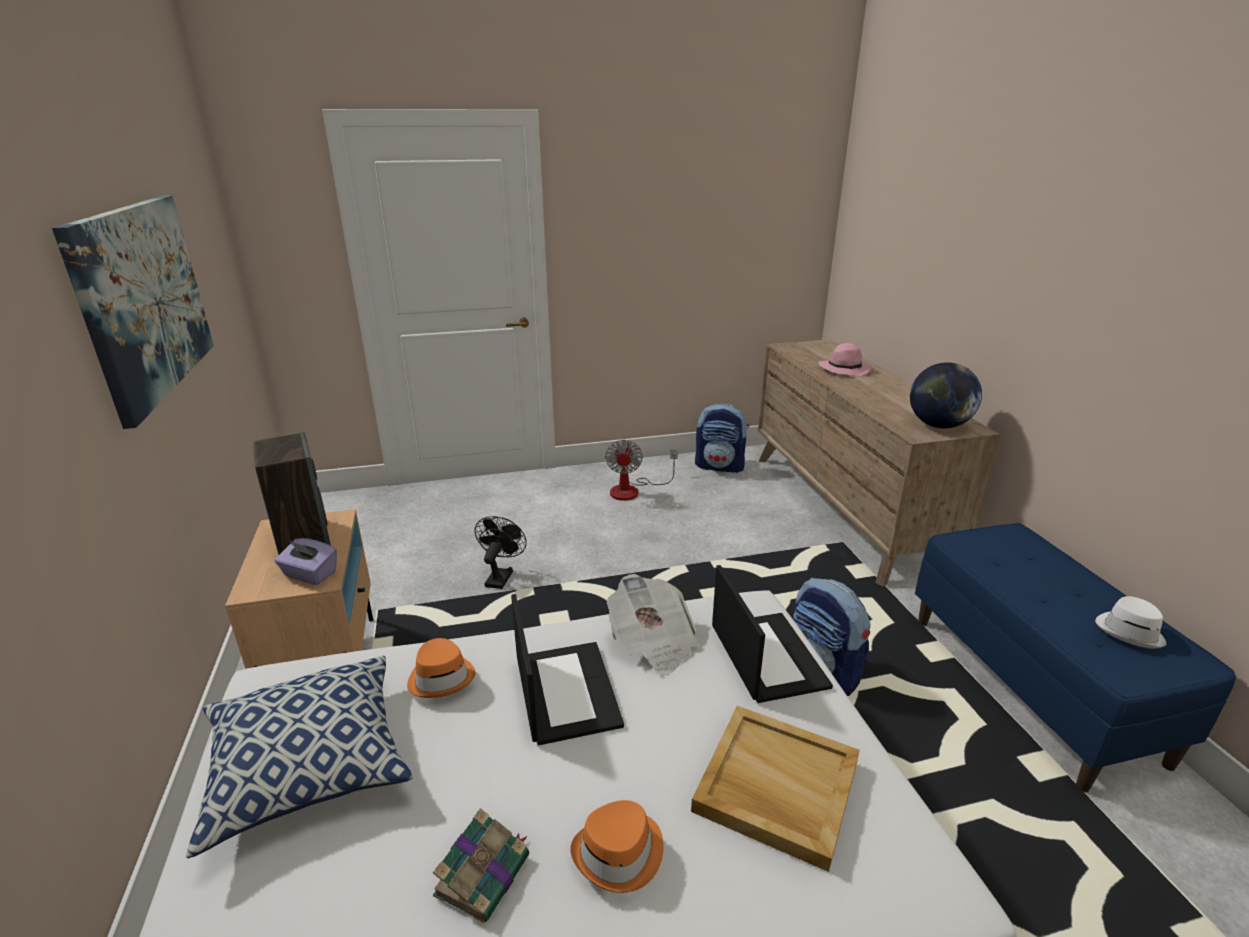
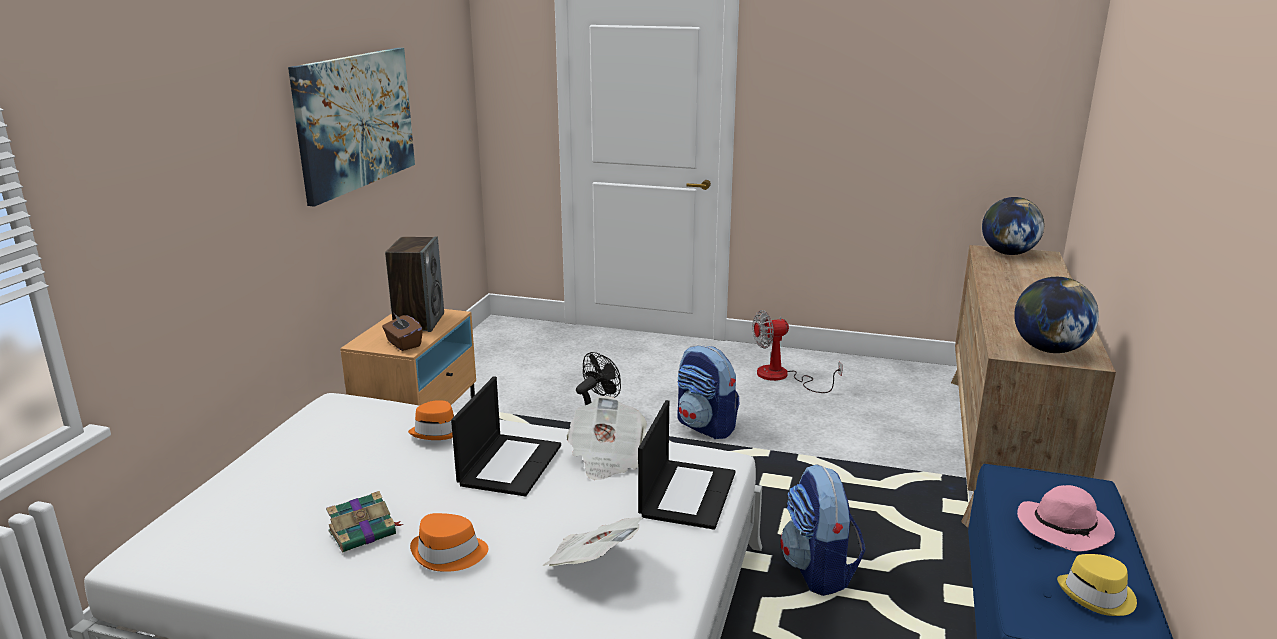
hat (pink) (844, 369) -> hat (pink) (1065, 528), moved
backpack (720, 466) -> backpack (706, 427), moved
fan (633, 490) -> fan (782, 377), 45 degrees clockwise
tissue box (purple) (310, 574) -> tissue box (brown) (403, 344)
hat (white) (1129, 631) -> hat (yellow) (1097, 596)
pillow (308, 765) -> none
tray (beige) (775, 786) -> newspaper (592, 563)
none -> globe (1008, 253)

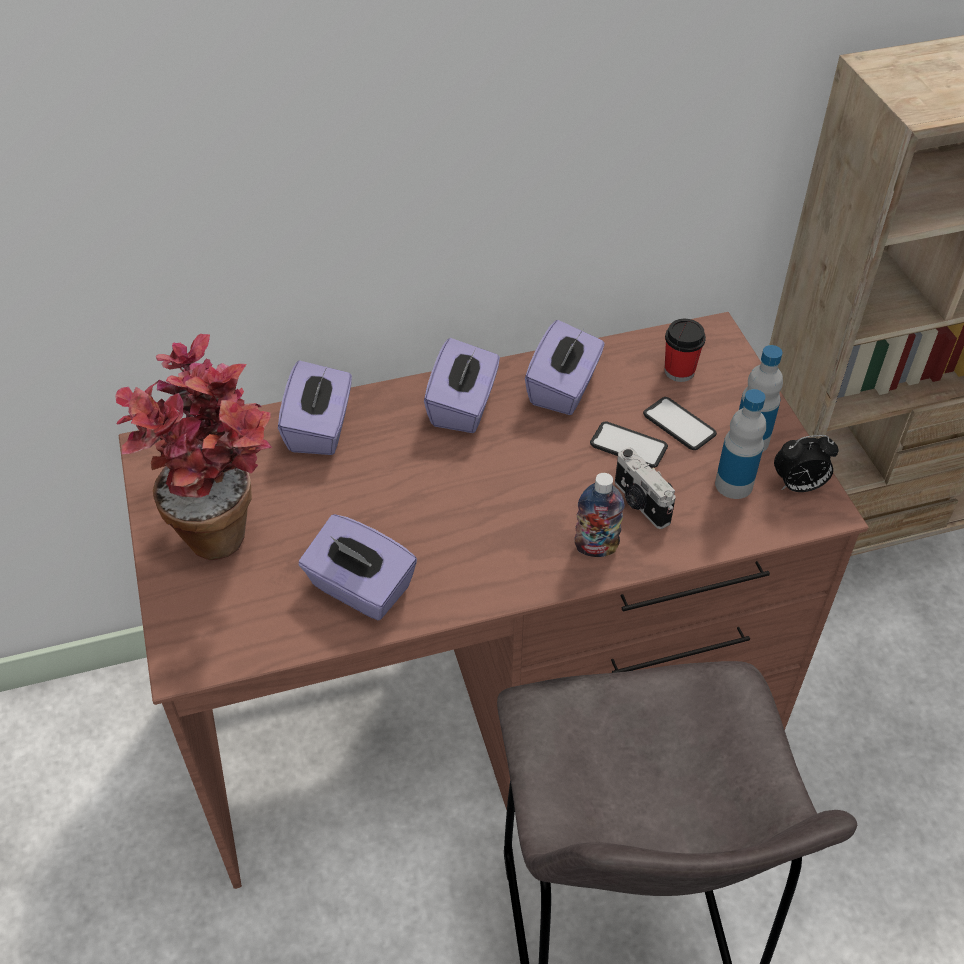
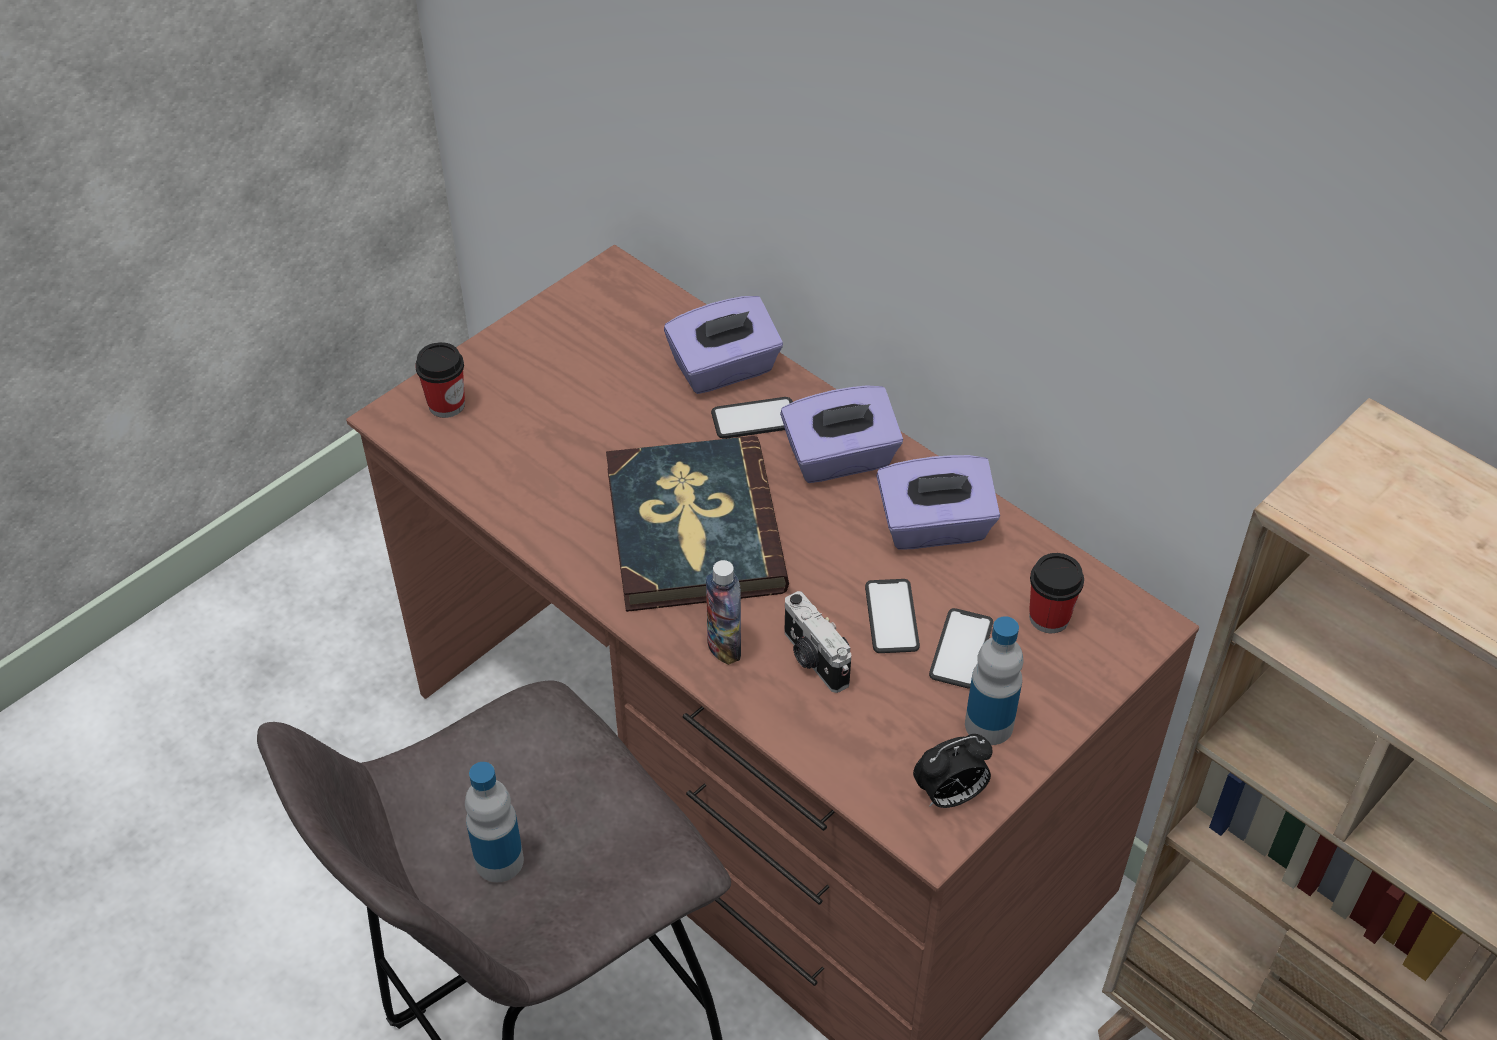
potted plant (222, 522) -> none
bottle (733, 484) -> bottle (499, 861), moved
alarm clock (798, 486) -> alarm clock (950, 796), 75 degrees counterclockwise
photo camera (640, 503) -> photo camera (813, 659), 60 degrees counterclockwise
tissue box (purple) (360, 588) -> none
none -> cup (446, 404)
none -> phone (754, 419)
none -> book (692, 530)

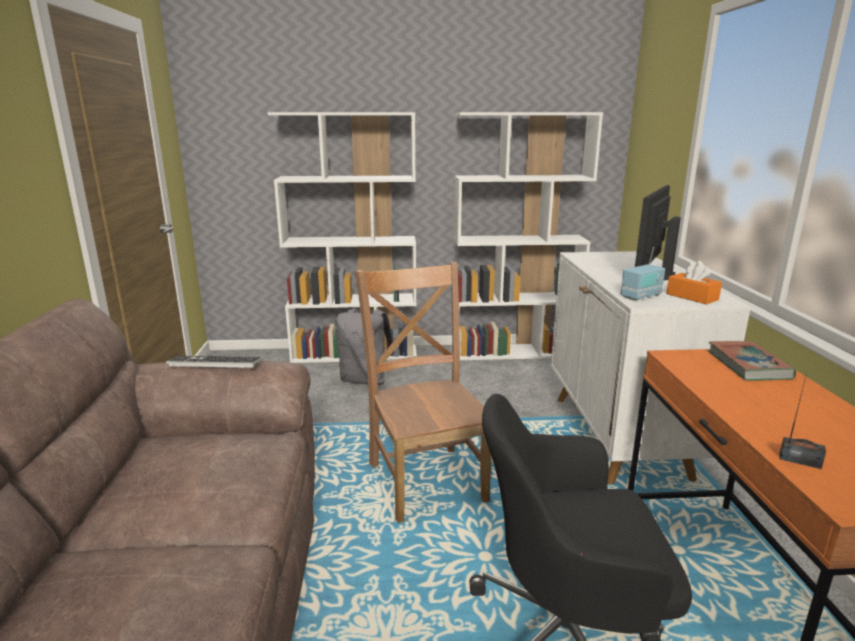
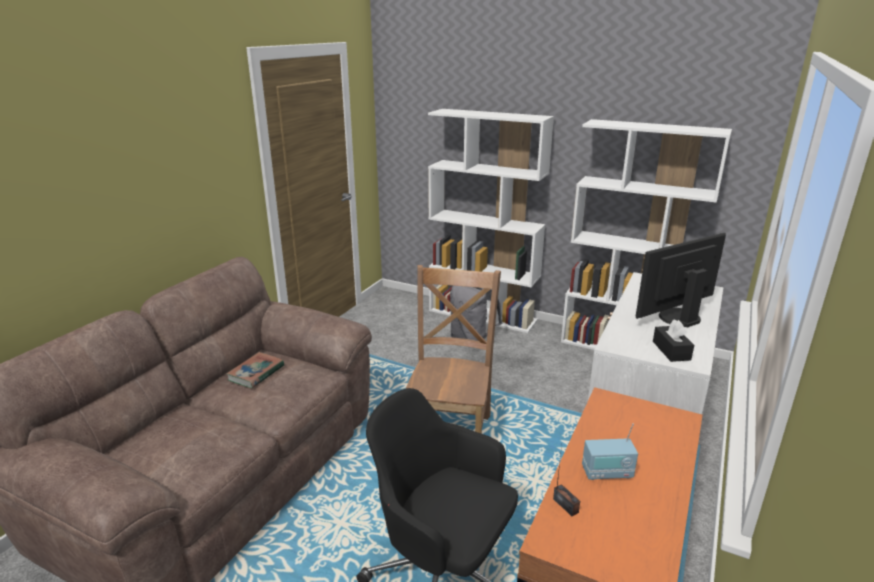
radio (641, 296) -> radio (607, 473), moved
tissue box (orange) (692, 297) -> tissue box (black) (671, 350)
book (748, 365) -> book (256, 373), moved
keyboard (215, 363) -> none

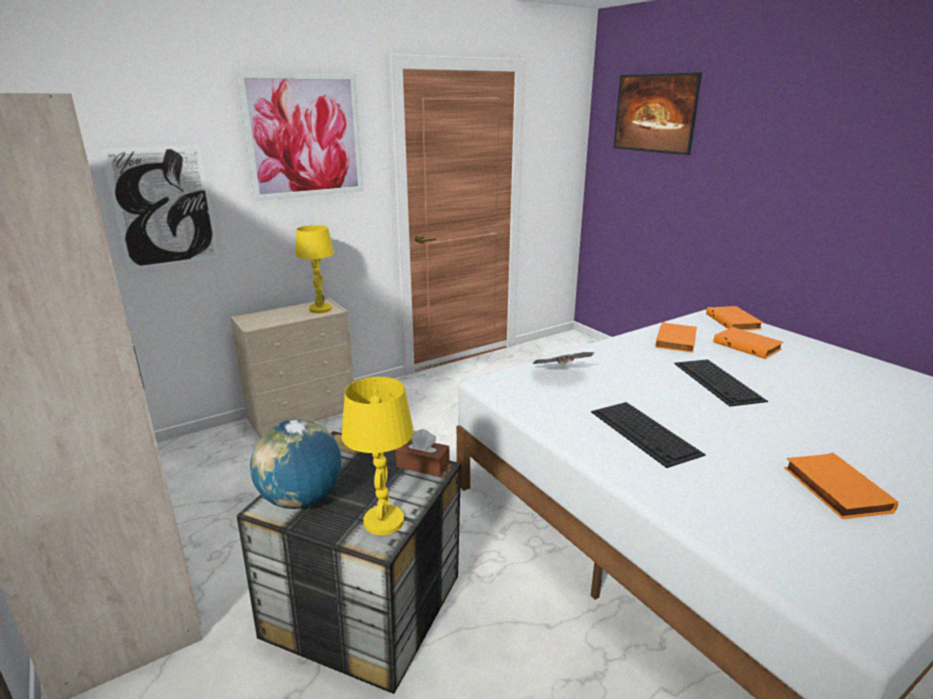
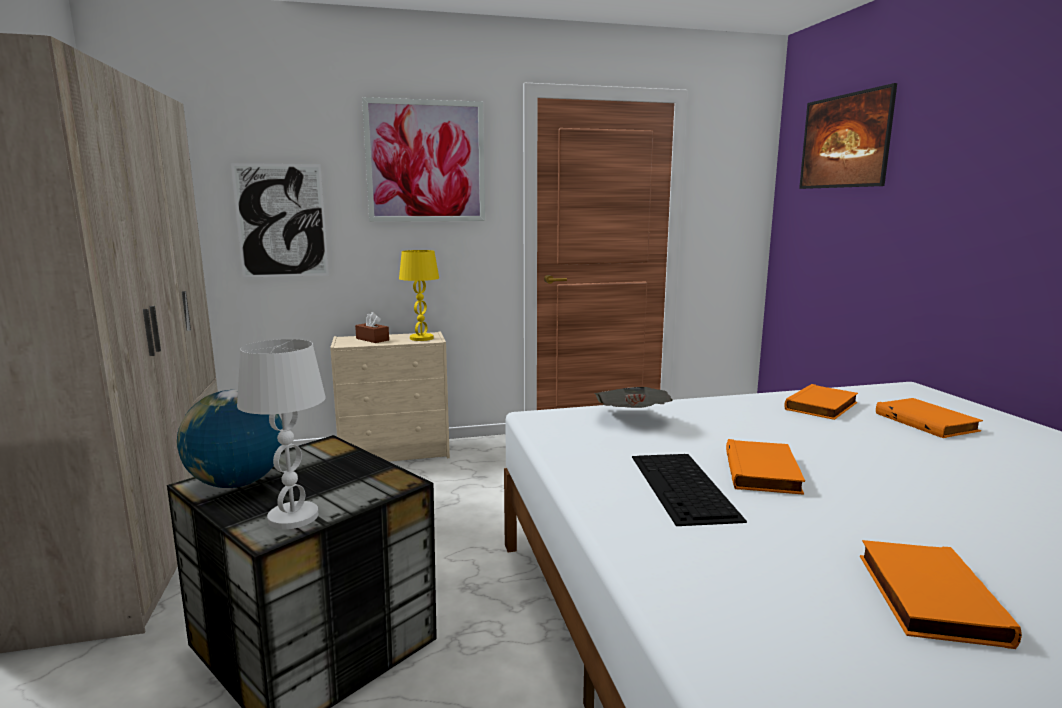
book (orange) (734, 321) -> book (orange) (764, 472), moved
keyboard (718, 382) -> none
table lamp (yellow) (384, 521) -> table lamp (white) (293, 517)
tissue box (brown) (423, 465) -> tissue box (brown) (372, 339), moved

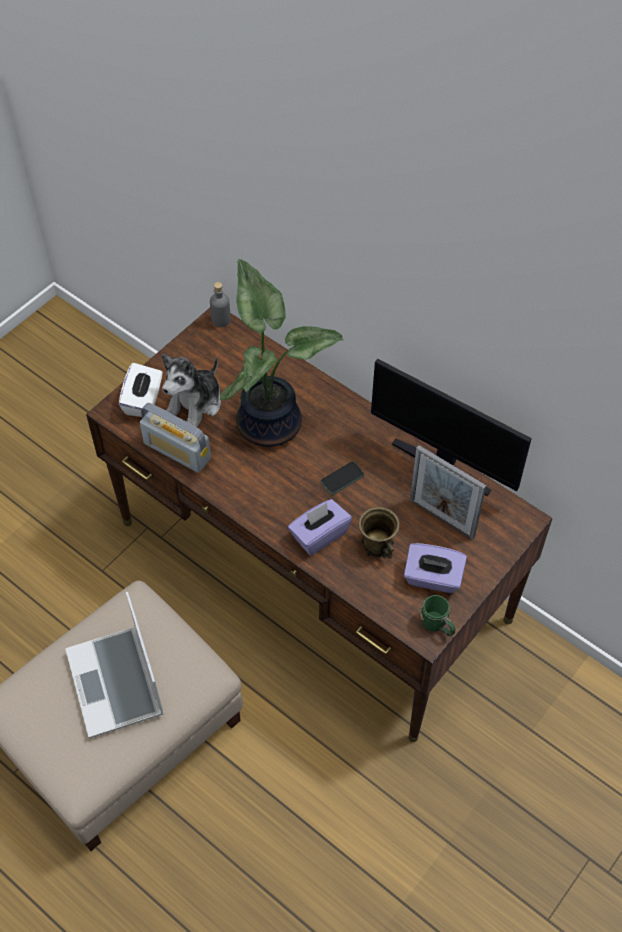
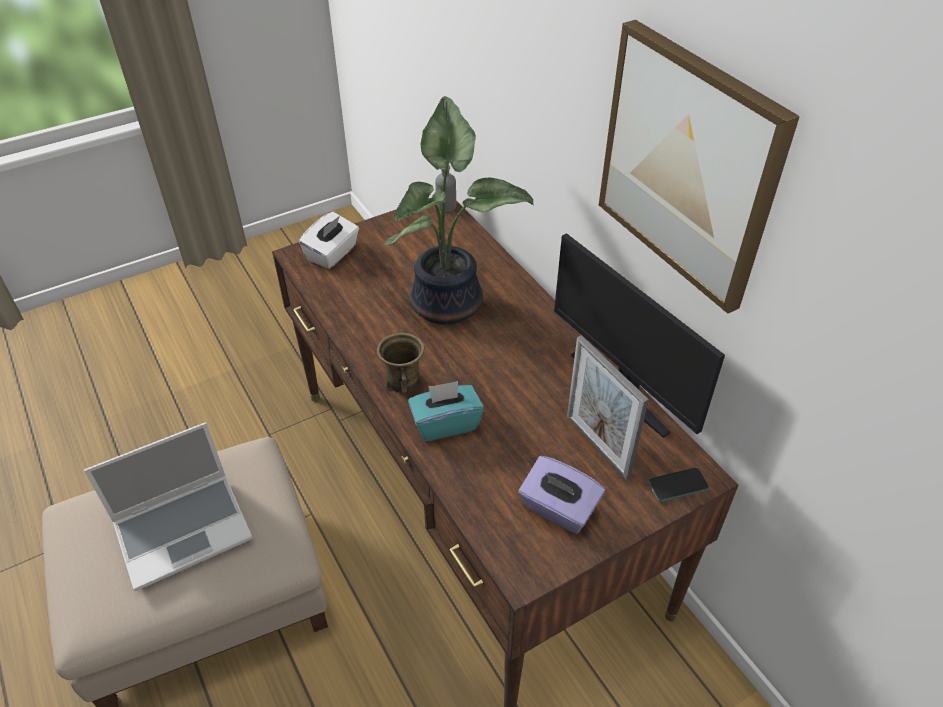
plush toy (195, 404) -> none
radio (177, 451) -> none
phone (342, 478) -> phone (678, 485), moved
tissue box (purple) (319, 535) -> tissue box (turquoise) (445, 423)
mug (brown) (377, 545) -> mug (brown) (404, 381), moved
laptop (117, 683) -> laptop (184, 529), 120 degrees counterclockwise
mug (green) (437, 626) -> none
none -> picture (688, 165)

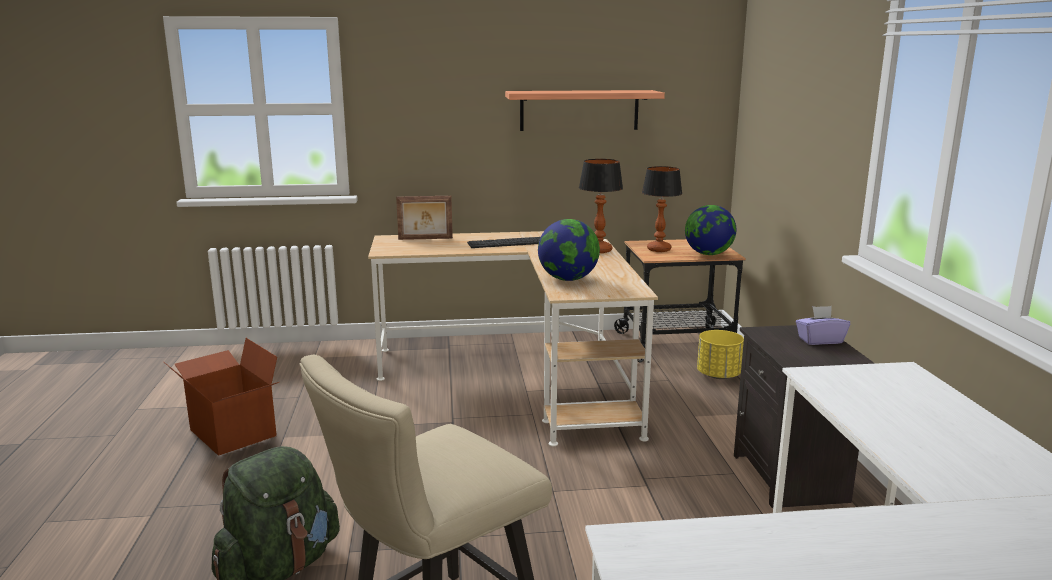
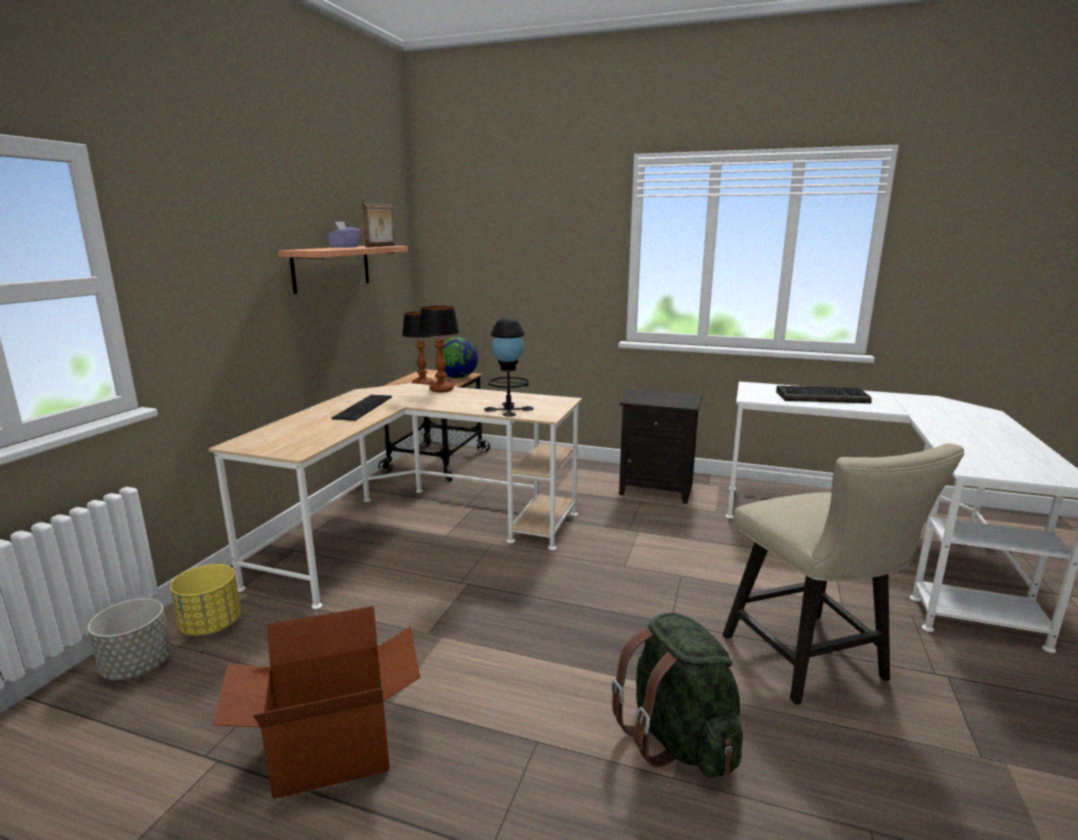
picture frame (425, 239) -> picture frame (381, 246), moved
globe (568, 279) -> table lamp (black) (508, 409)
tissue box (purple) (820, 340) -> tissue box (purple) (344, 247), moved
planter (yellow) (718, 375) -> planter (yellow) (211, 626), moved
none -> keyboard (822, 397)
none -> planter (grey) (137, 667)

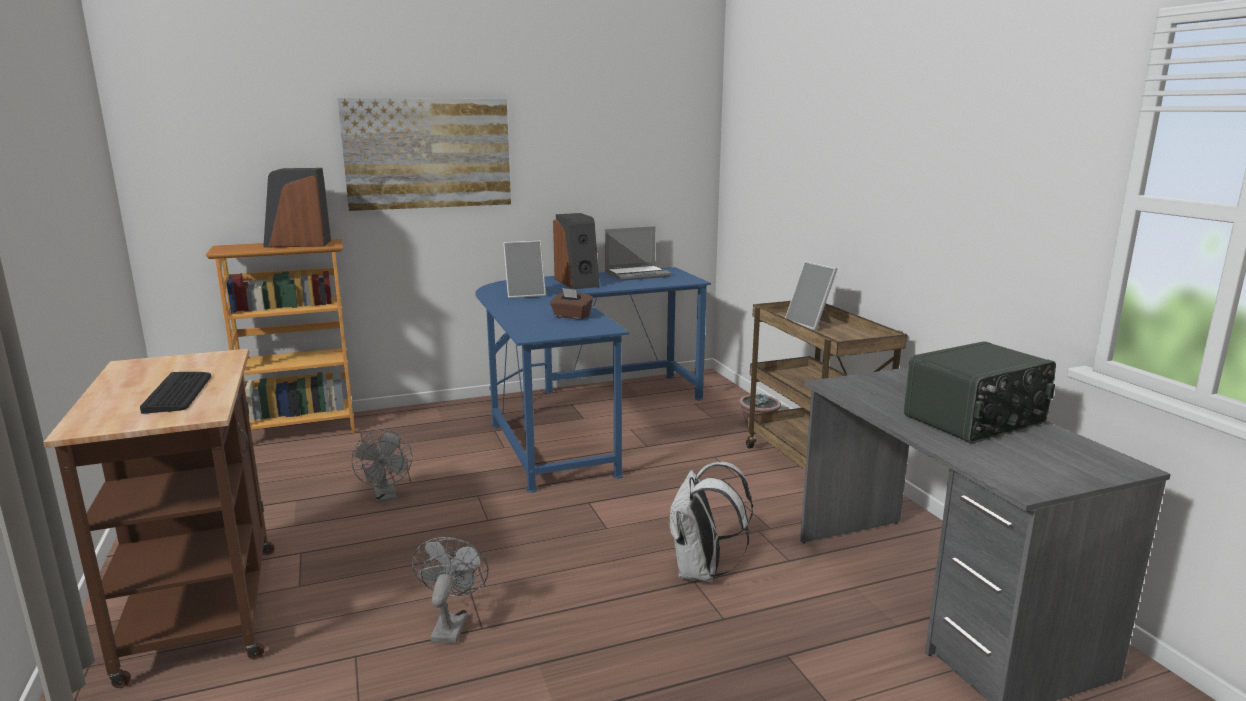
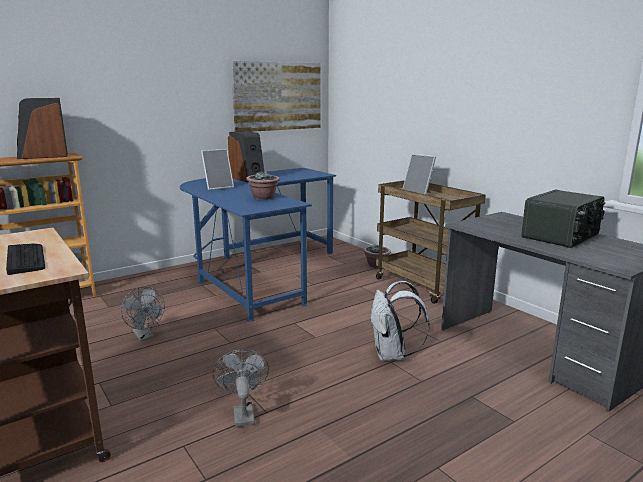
picture (428, 153) -> picture (278, 96), moved
laptop (638, 274) -> none
tissue box (brown) (571, 316) -> potted plant (263, 198)

